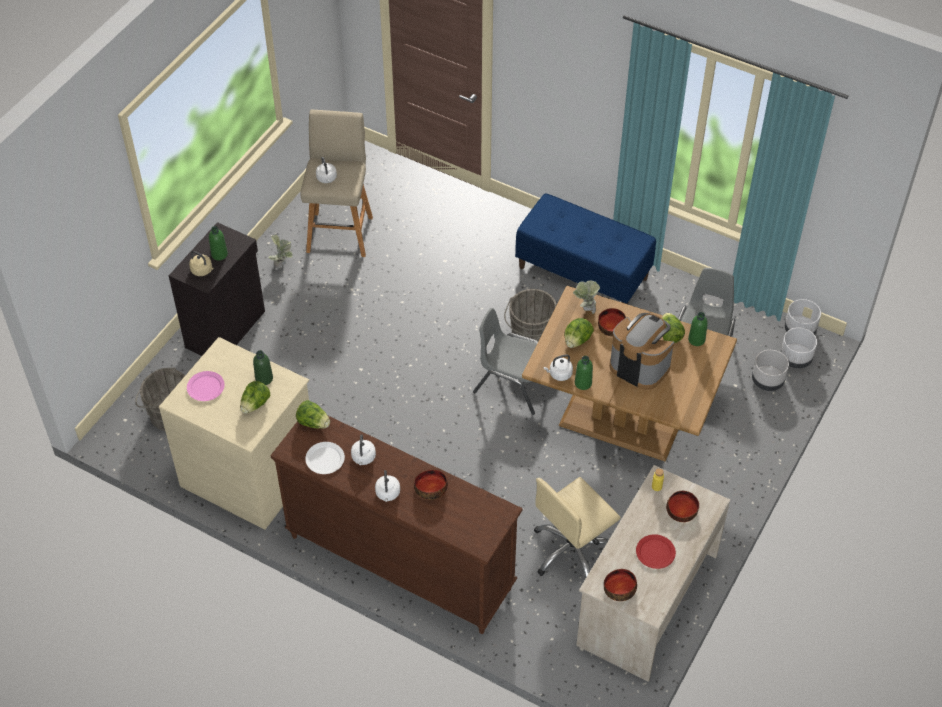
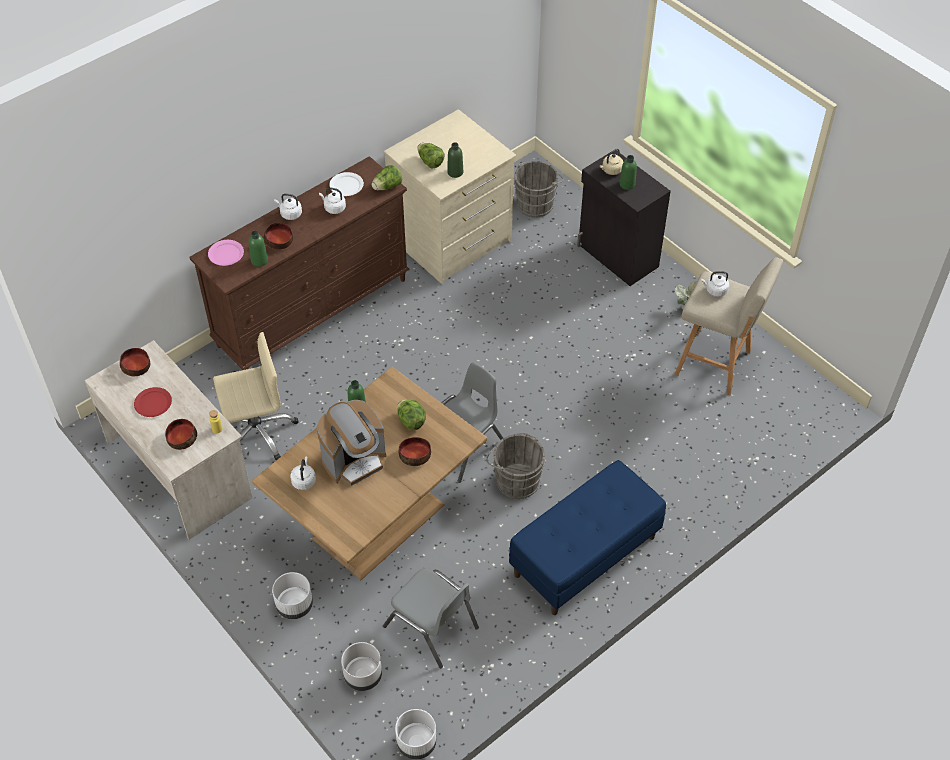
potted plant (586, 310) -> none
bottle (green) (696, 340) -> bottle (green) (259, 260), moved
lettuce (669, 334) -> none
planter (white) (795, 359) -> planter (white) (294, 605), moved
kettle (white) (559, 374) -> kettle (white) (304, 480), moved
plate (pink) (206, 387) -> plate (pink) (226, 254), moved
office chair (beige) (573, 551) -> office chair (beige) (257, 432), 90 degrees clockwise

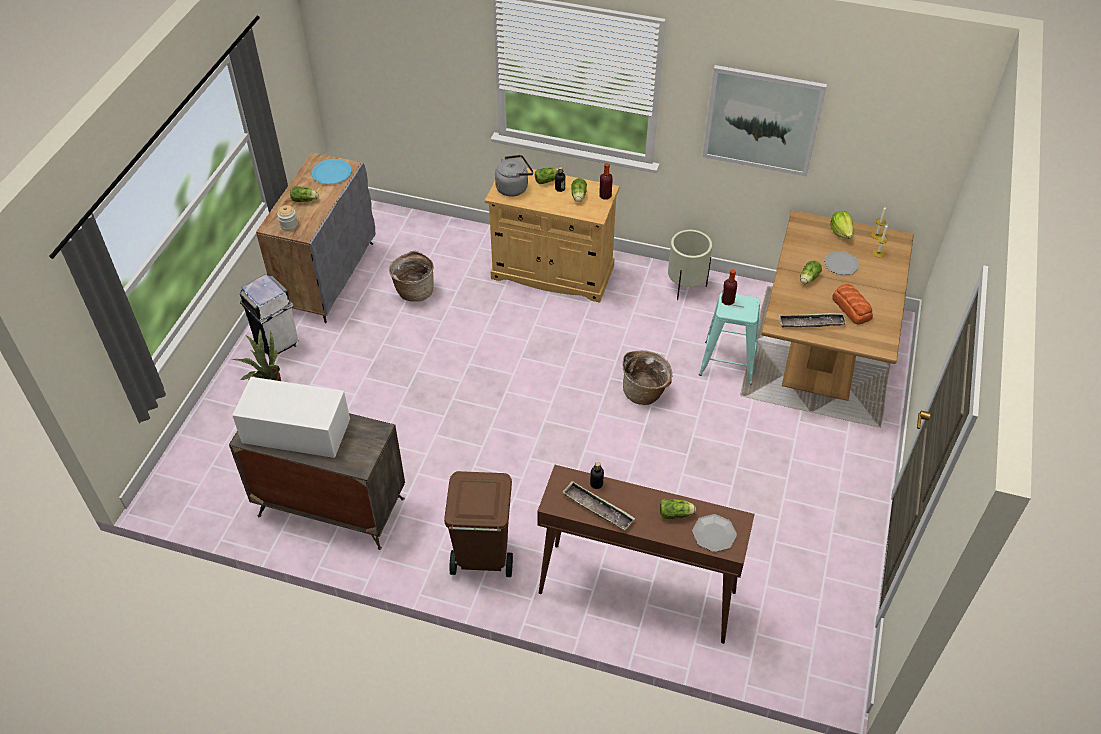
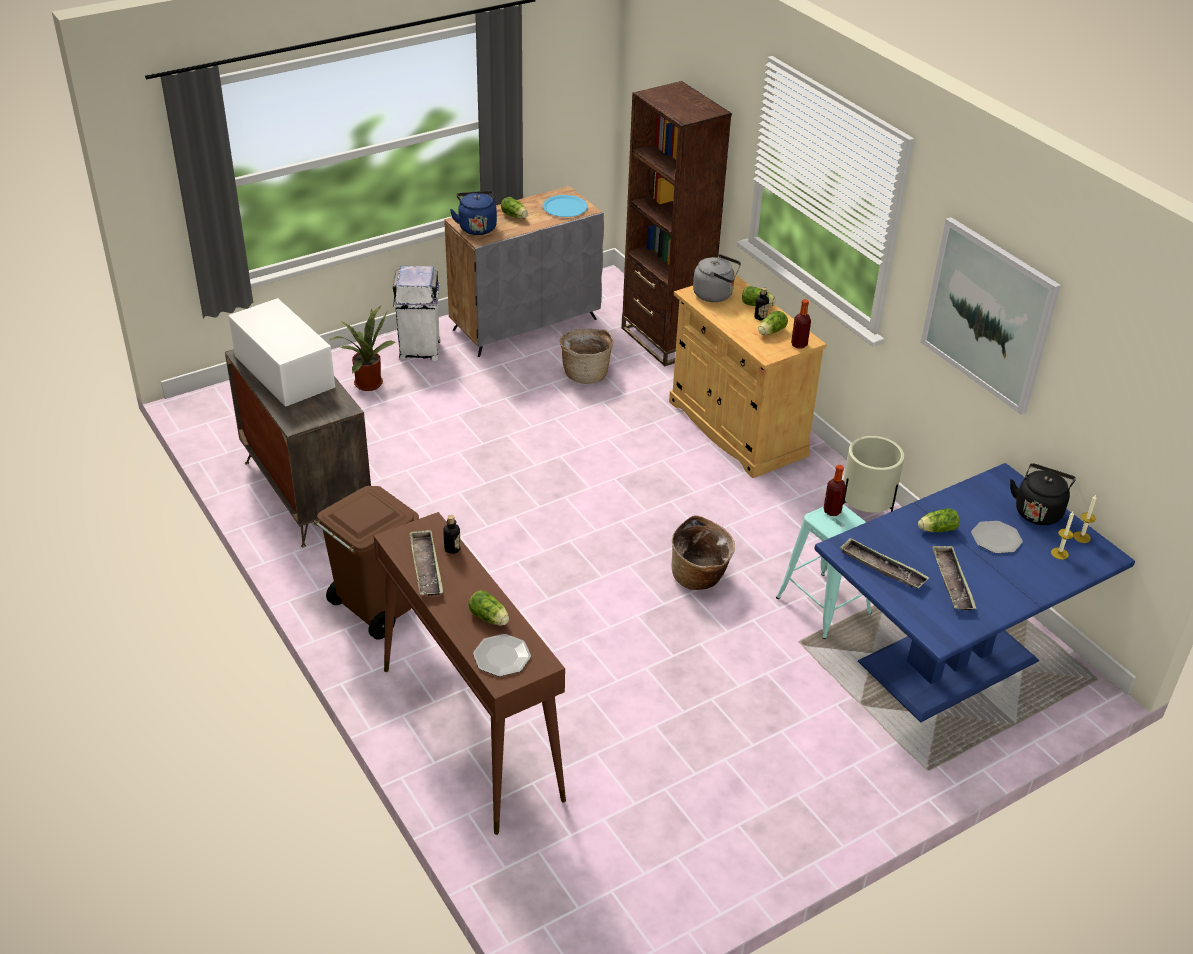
jar (289, 225) -> kettle (blue) (476, 227)
dining table (brown) (820, 353) -> dining table (blue) (946, 660)
lettuce (840, 232) -> kettle (black) (1038, 511)
bread (851, 307) -> tray (952, 582)
none -> bookcase (brown) (664, 339)

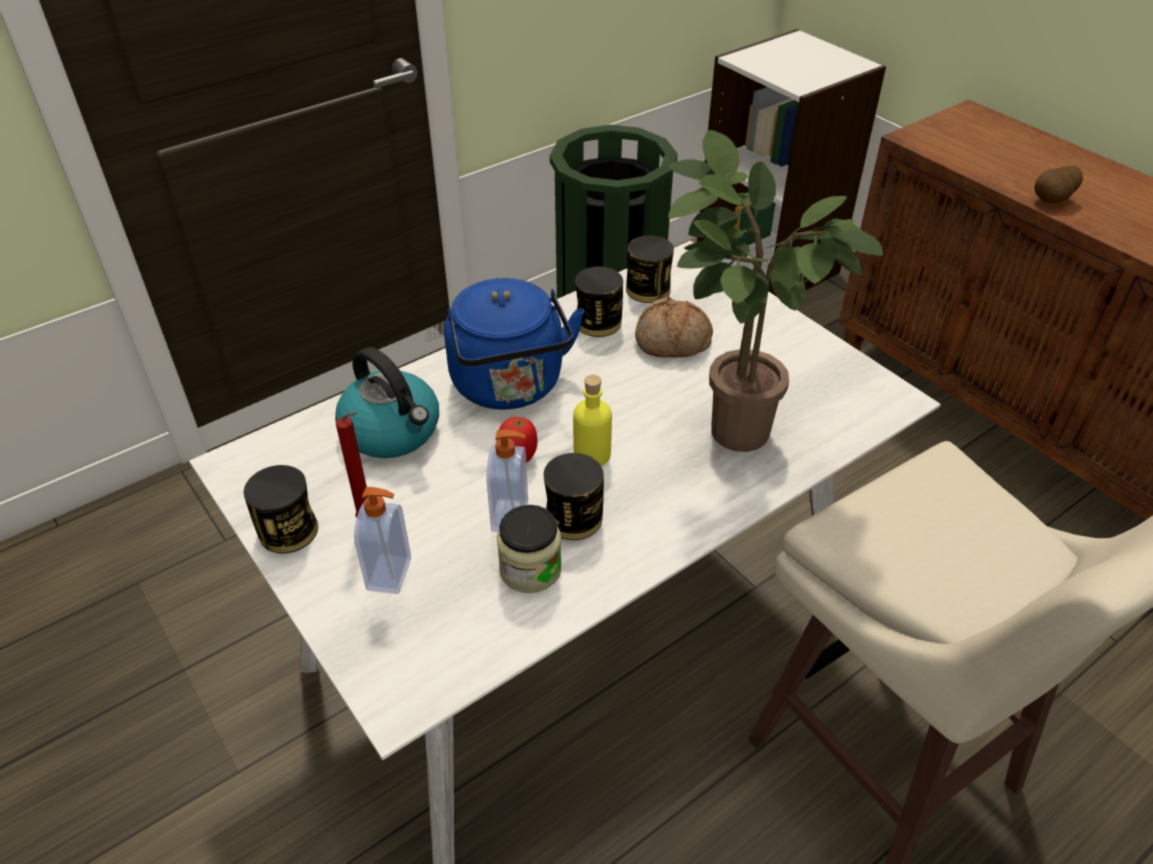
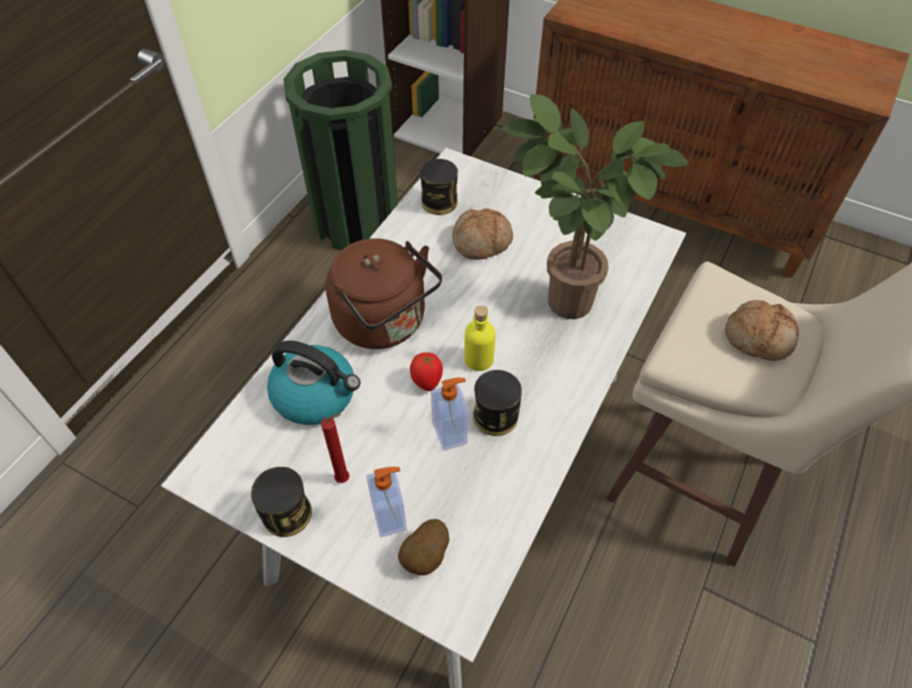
potato (1053, 201) -> potato (426, 557), moved
can (598, 322) -> none
kettle (blue) (510, 387) -> kettle (brown) (385, 323)
jar (530, 569) -> none
none -> bread (759, 337)

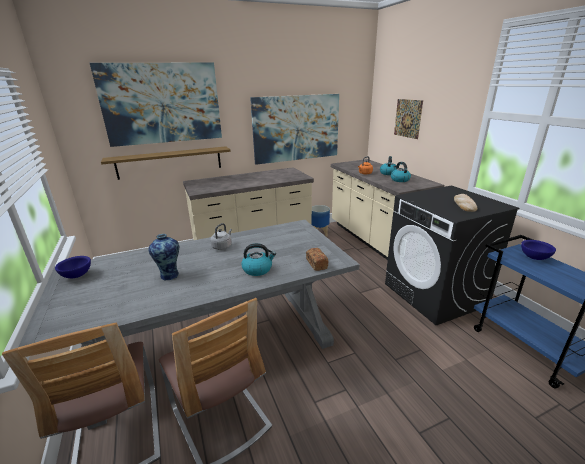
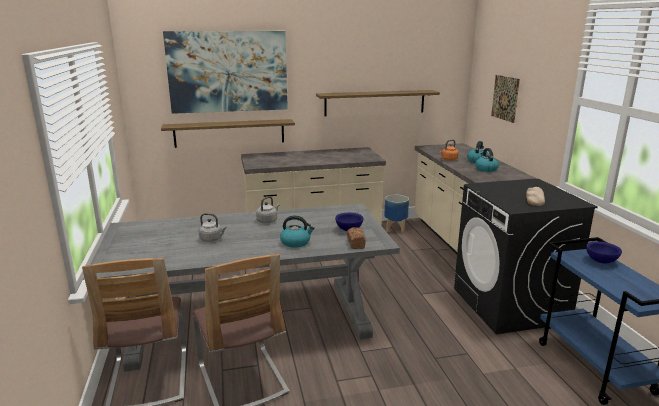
picture (296, 128) -> shelf (375, 103)
vase (169, 275) -> kettle (grey) (212, 239)
bowl (blue) (77, 275) -> bowl (blue) (349, 230), moved

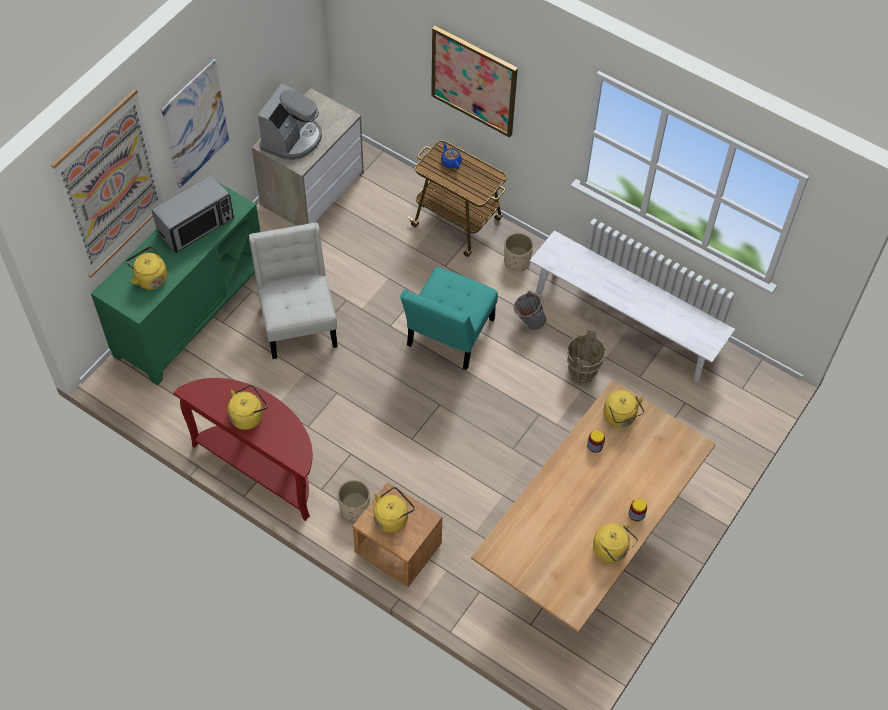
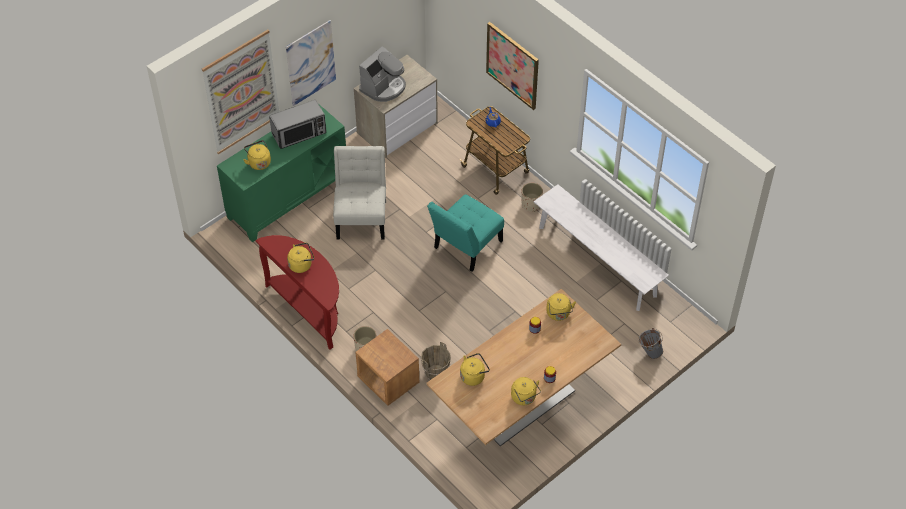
bucket (grey) (528, 322) -> bucket (grey) (649, 352), moved
bucket (brown) (582, 372) -> bucket (brown) (436, 374), moved
kettle (yellow) (392, 517) -> kettle (yellow) (473, 376), moved

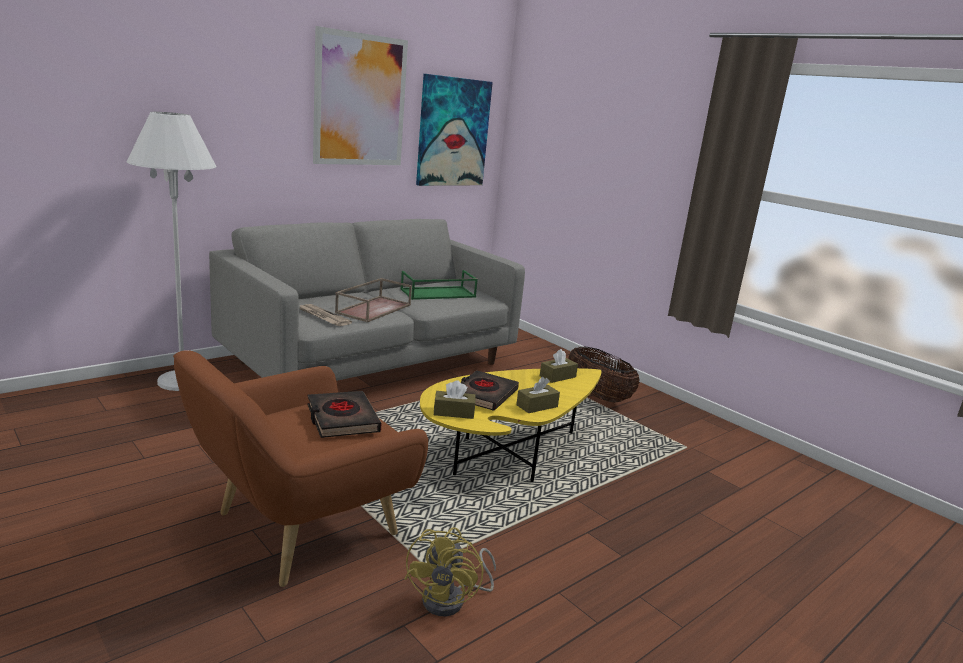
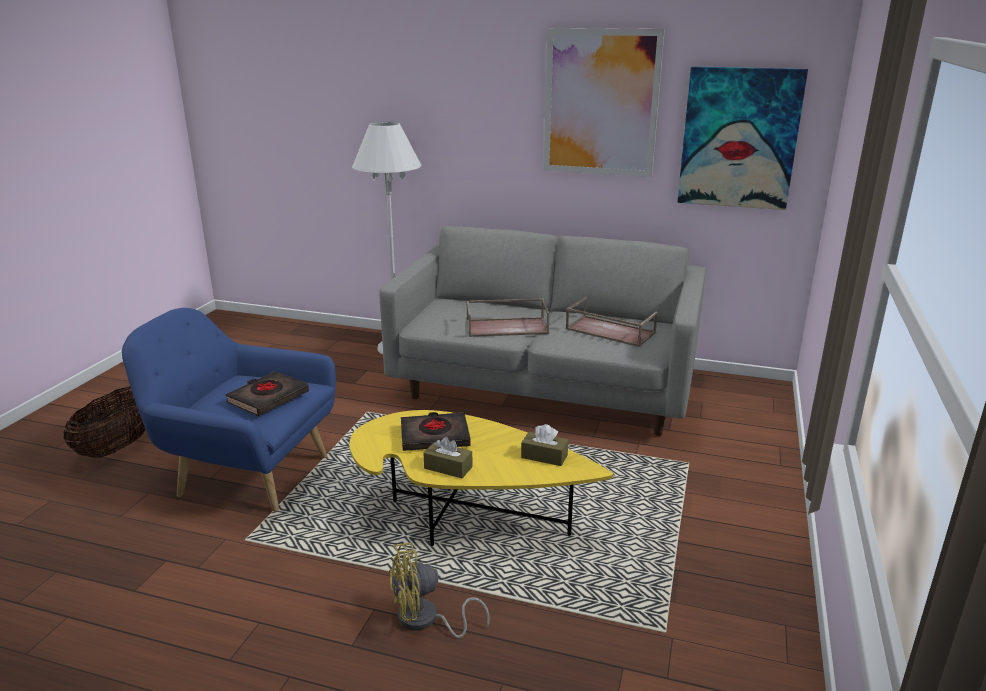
tray (green) (437, 293) -> tray (brown) (609, 331)
newspaper (323, 317) -> none
basket (598, 396) -> basket (119, 446), moved
armchair (brown) (297, 529) -> armchair (blue) (247, 472)
tissue box (brown) (454, 412) -> none
fan (yellow) (452, 600) -> fan (yellow) (425, 620), moved

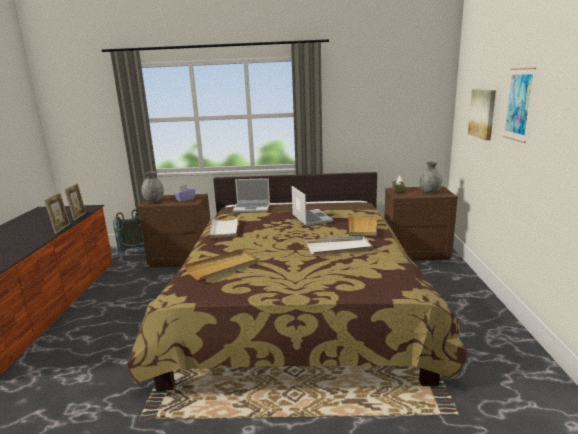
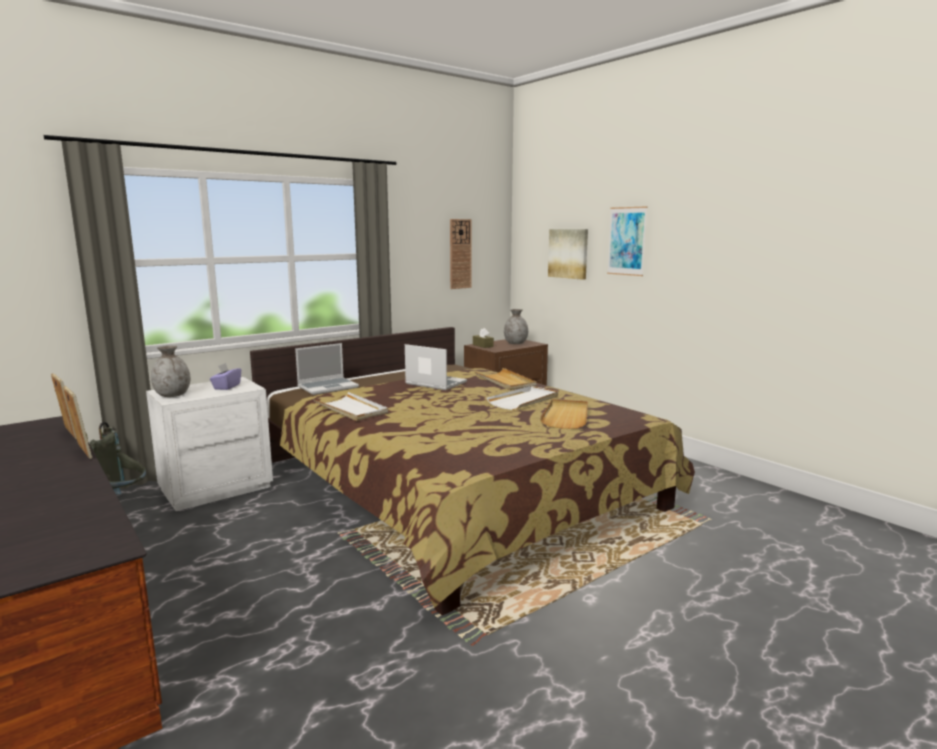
nightstand (brown) (182, 259) -> nightstand (white) (216, 488)
tray (beige) (223, 267) -> tray (beige) (566, 416), moved
none -> wall clock (460, 254)

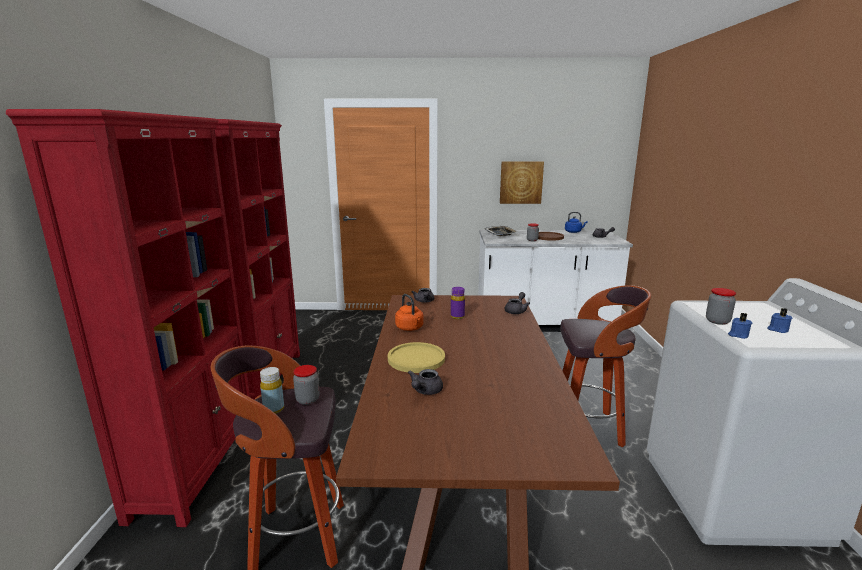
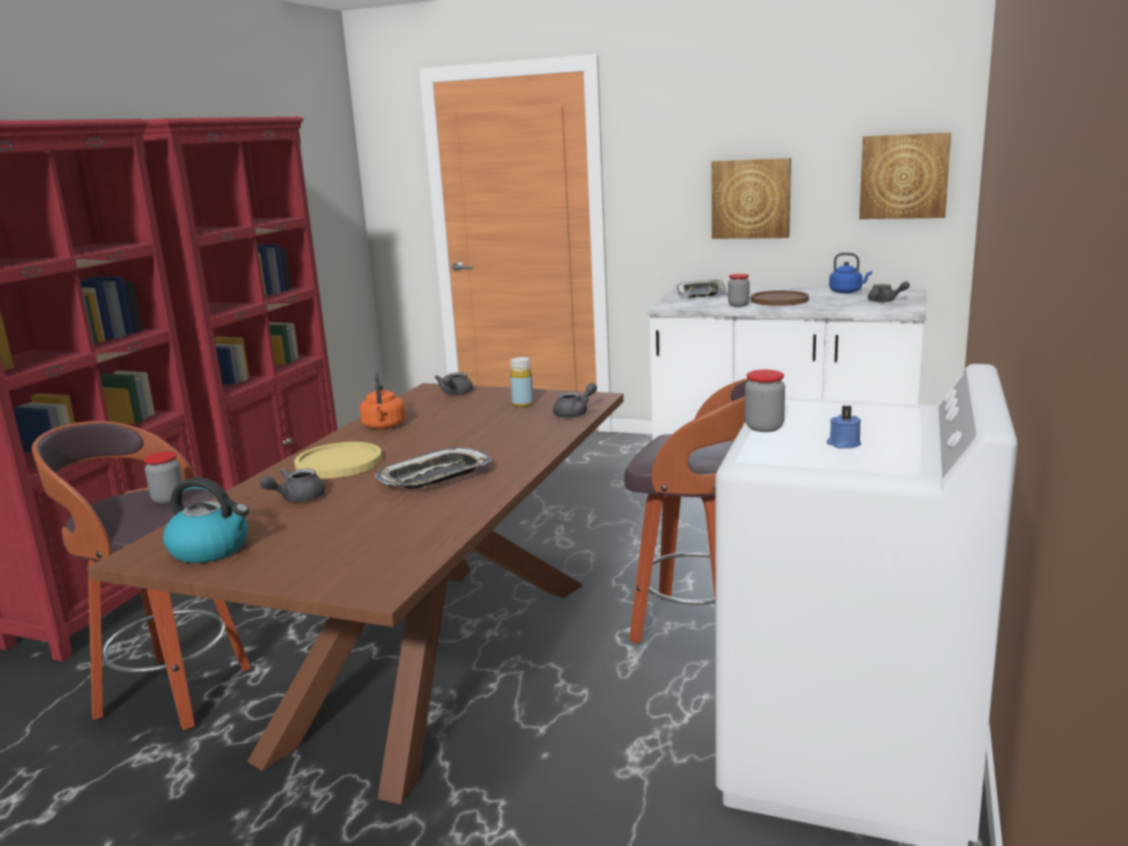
bottle (purple) (457, 317) -> none
candle (blue) (738, 335) -> none
bottle (yellow) (274, 409) -> bottle (yellow) (523, 404), moved
none -> picture (904, 176)
none -> tray (435, 477)
none -> kettle (211, 549)

